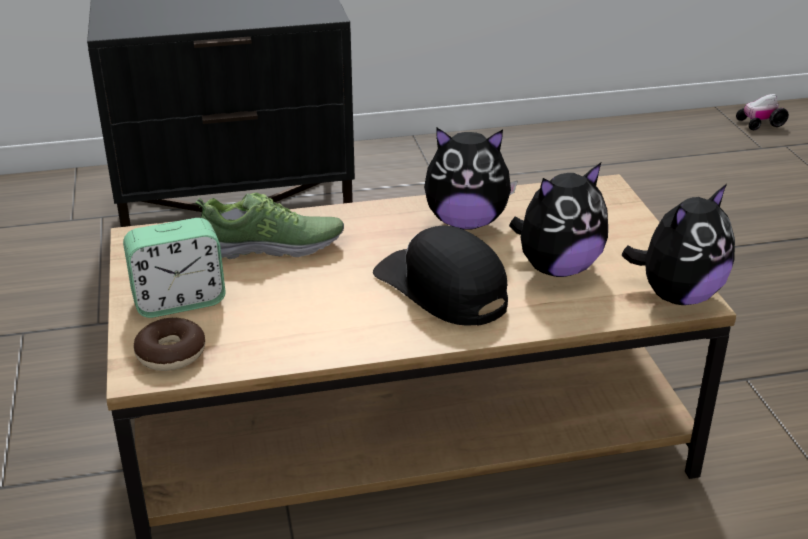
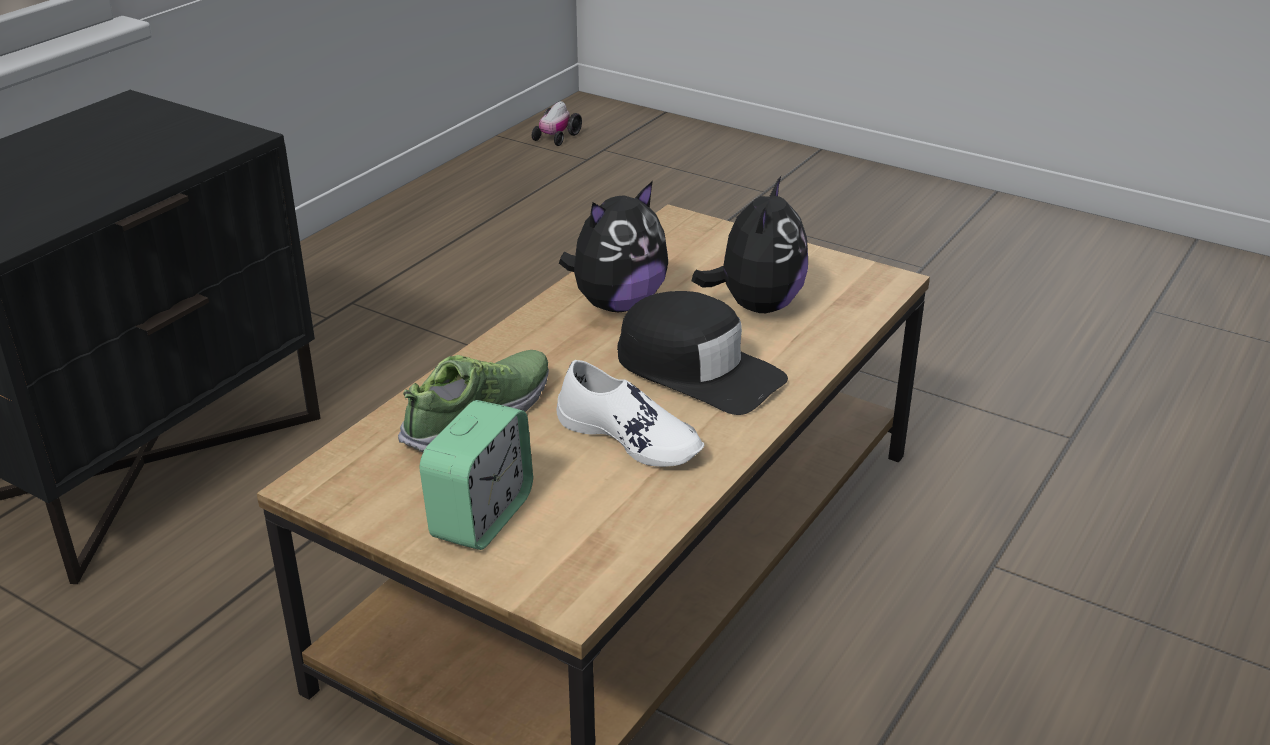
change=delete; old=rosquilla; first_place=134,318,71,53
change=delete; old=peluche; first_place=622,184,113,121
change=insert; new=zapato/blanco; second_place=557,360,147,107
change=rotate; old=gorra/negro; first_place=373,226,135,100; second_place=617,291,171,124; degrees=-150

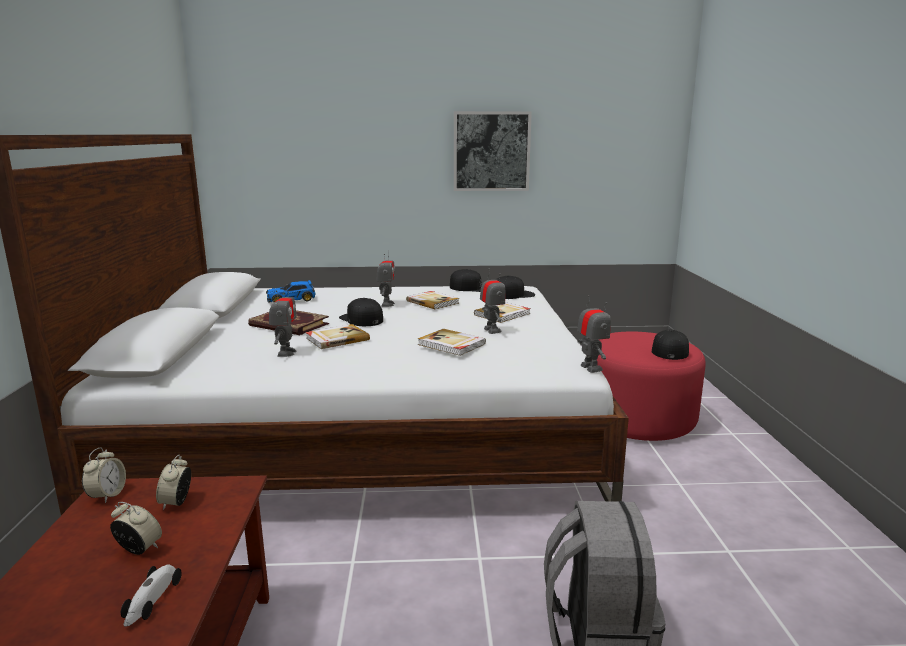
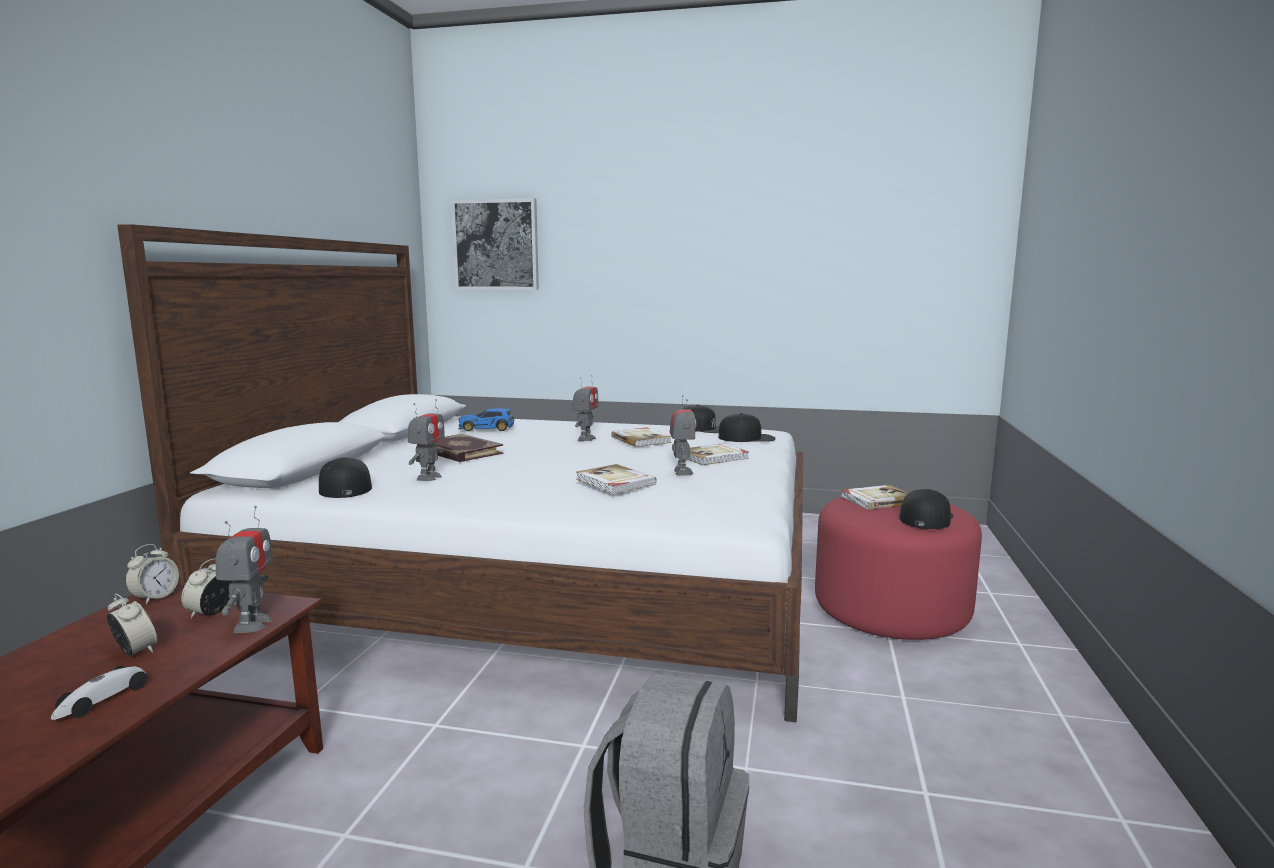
change=move; old=libro; first_place=306,324,64,25; second_place=841,485,67,25
change=move; old=gorra/negro; first_place=339,298,44,28; second_place=319,457,53,41
change=move; old=cuadro; first_place=454,111,78,80; second_place=451,198,88,92
change=move; old=robot de juguete; first_place=577,295,34,78; second_place=215,506,58,127

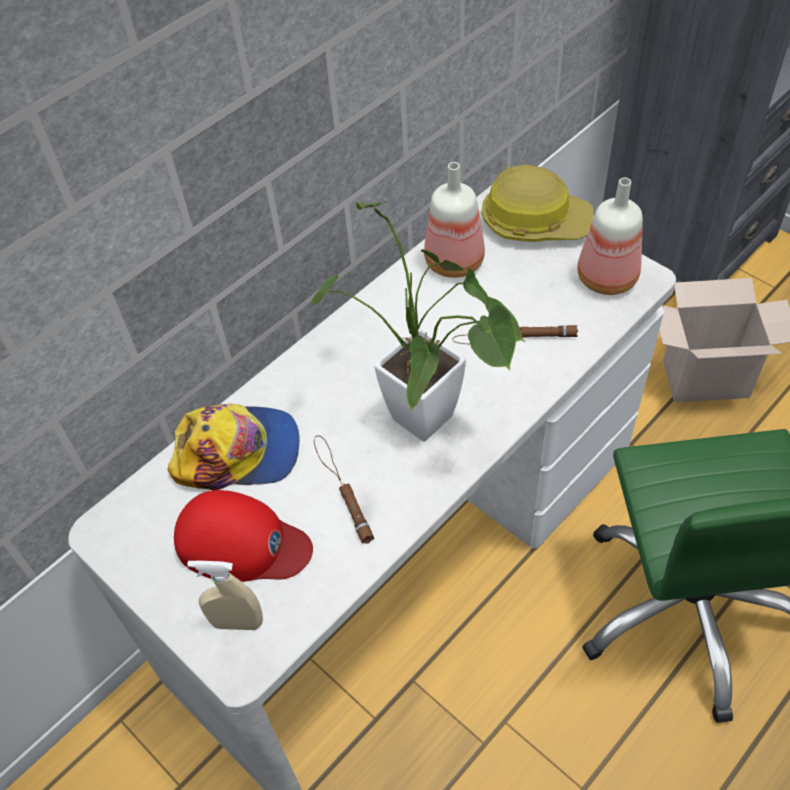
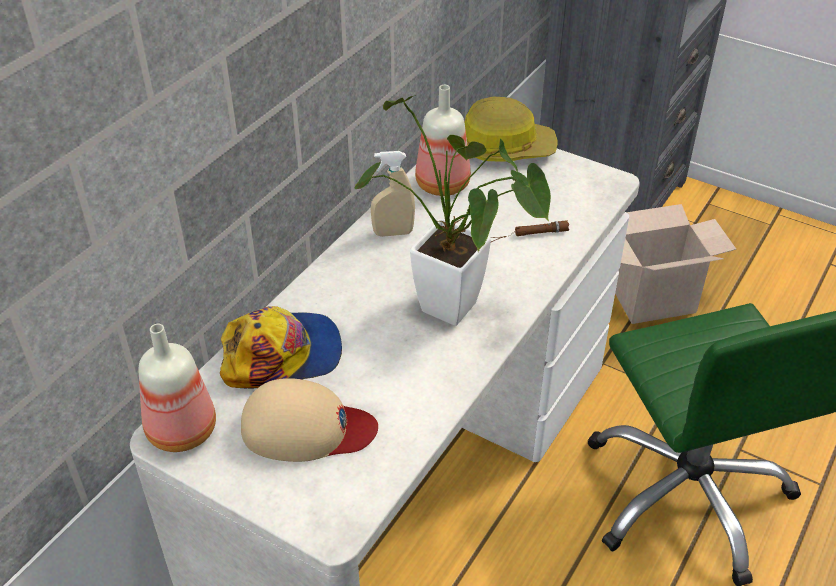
change=delete; old=linterna/marrón; first_place=314,436,60,108
change=move; old=pulverizador/beis; first_place=187,561,76,69; second_place=371,151,44,86
change=move; old=botella; first_place=577,177,66,118; second_place=139,324,77,128
change=recolor; old=gorra/rojo; new=gorra/beis; first_place=174,490,139,92; second_place=241,378,137,84

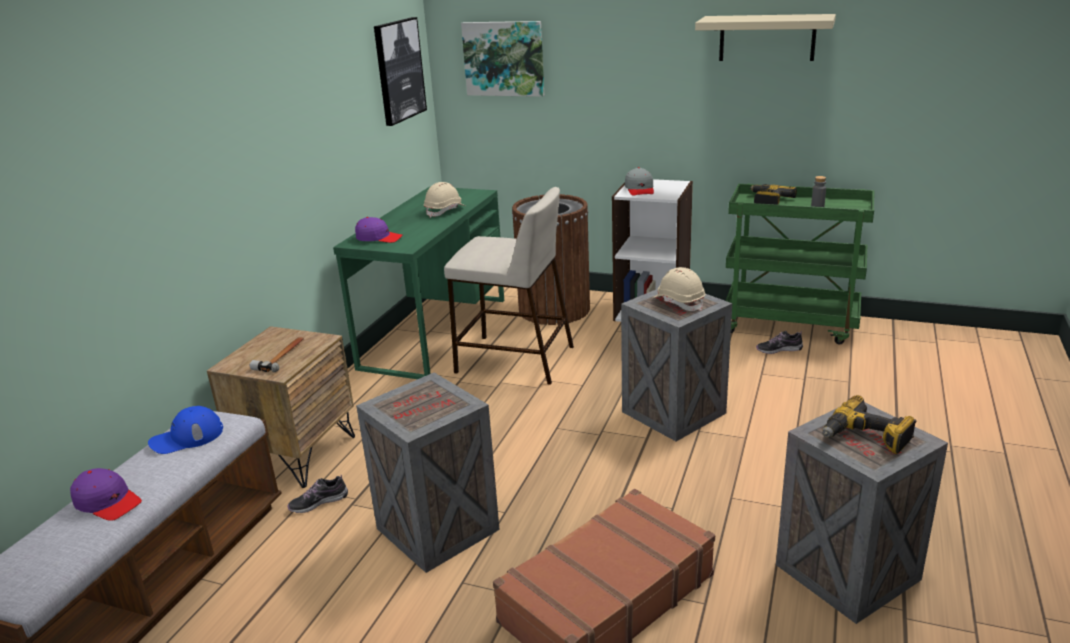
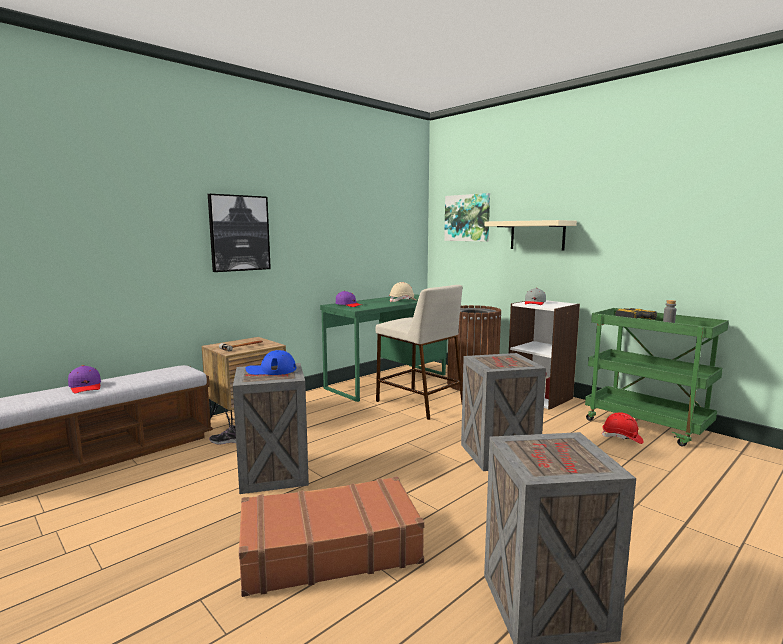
change=delete; old=casco/beis; first_place=653,267,53,44
change=delete; old=taladro; first_place=822,395,94,59
change=move; old=gorra/azul; first_place=148,406,75,48; second_place=245,350,51,25
change=move; old=cuadro; first_place=374,17,53,109; second_place=208,194,63,78
change=move; old=estante/beis; first_place=695,14,141,47; second_place=484,220,93,31
change=replace; old=zapato; new=casco/rojo; first_place=756,331,47,23; second_place=601,412,43,32

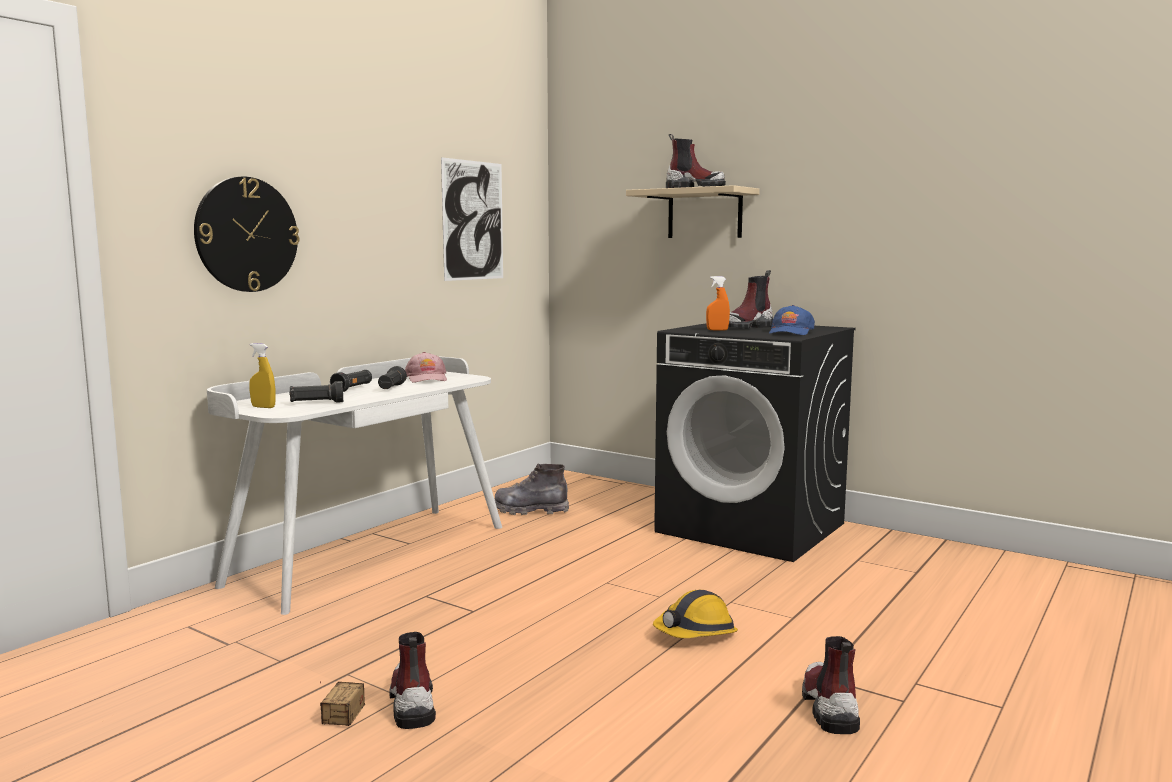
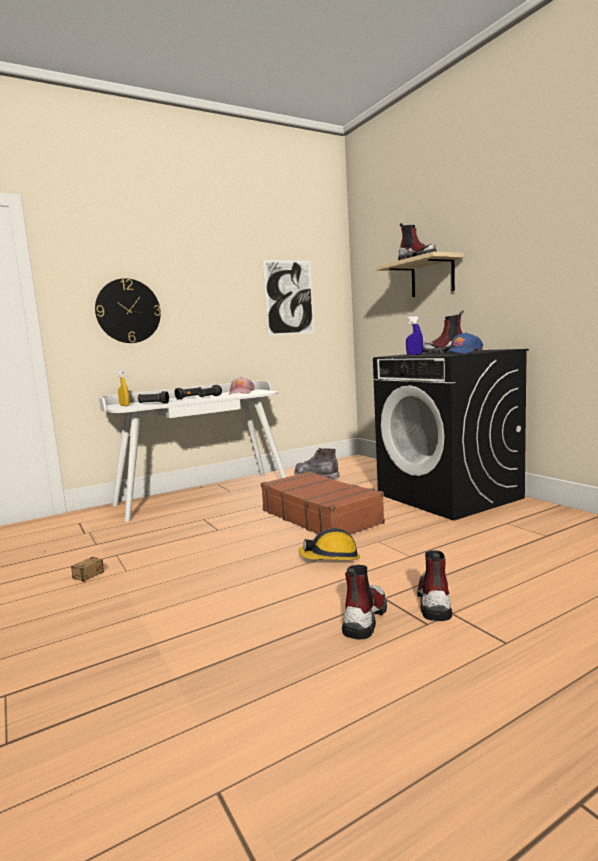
change=insert; new=maleta/marrón; second_place=261,471,124,63
change=move; old=bota; first_place=389,632,47,97; second_place=417,550,35,71
change=recolor; old=pulverizador/naranja; new=pulverizador/azul; first_place=706,276,24,55; second_place=406,316,17,39

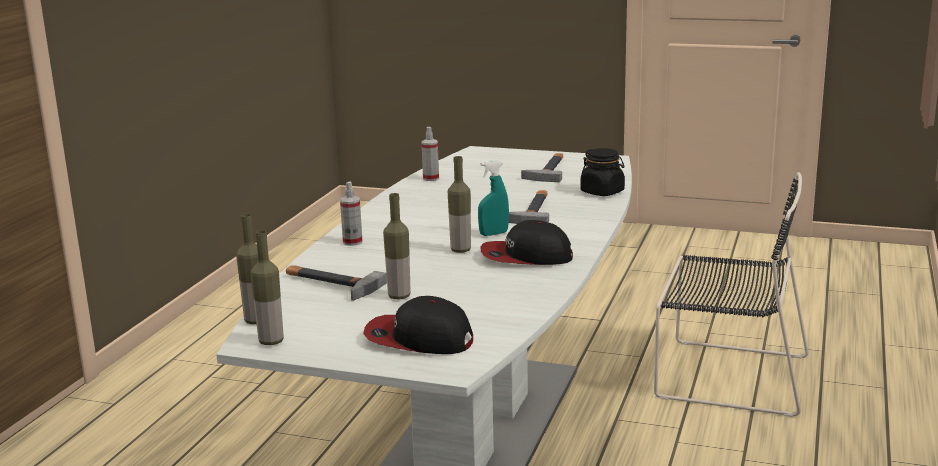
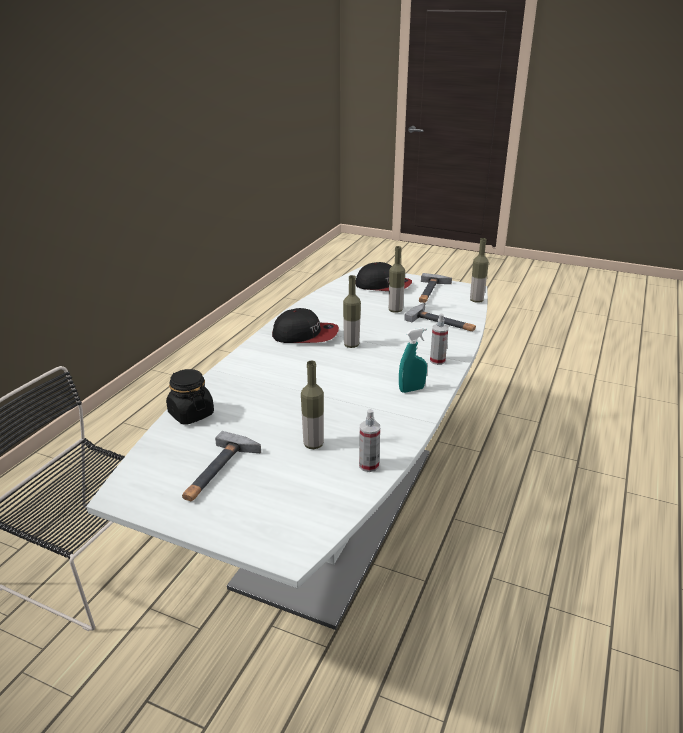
change=move; old=botella; first_place=250,230,34,115; second_place=301,361,23,88
change=move; old=pulverizador/turquesa; first_place=478,160,31,76; second_place=399,327,28,66
change=move; old=martillo; first_place=509,190,40,34; second_place=419,273,33,30

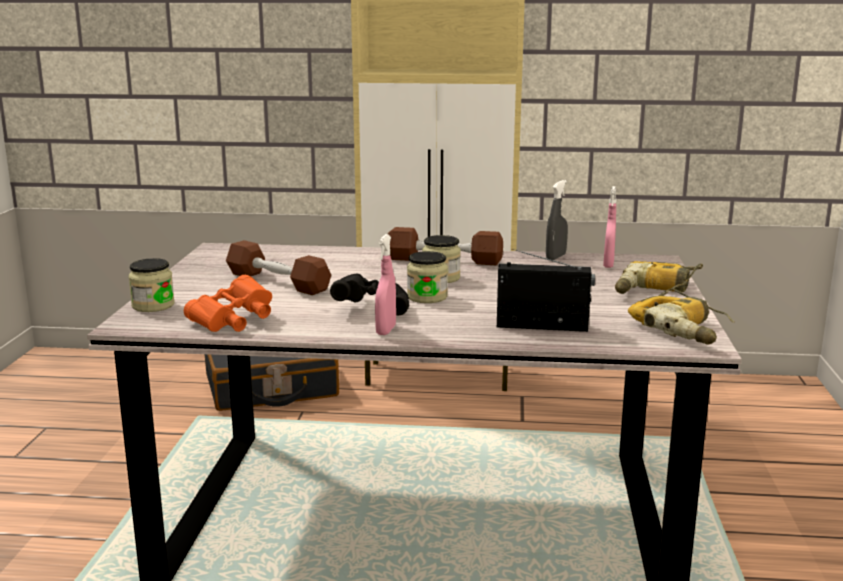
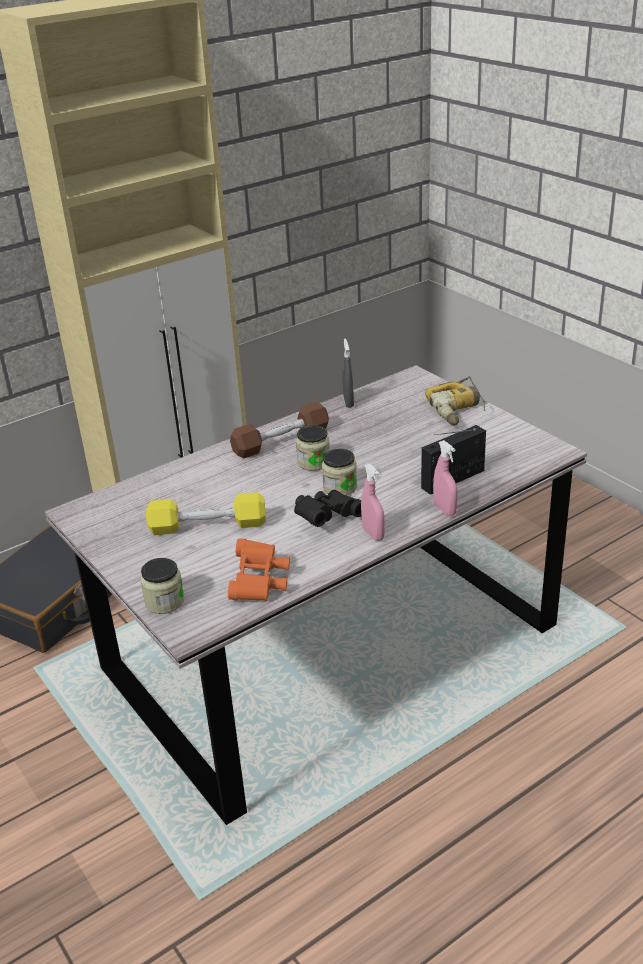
change=delete; old=taladro; first_place=628,288,107,56
change=move; old=pulverizador/rosa; first_place=603,186,14,82; second_place=433,440,25,76
change=recolor; old=mancuerna/marrón; new=mancuerna/amarillo; first_place=226,240,105,55; second_place=146,492,120,43

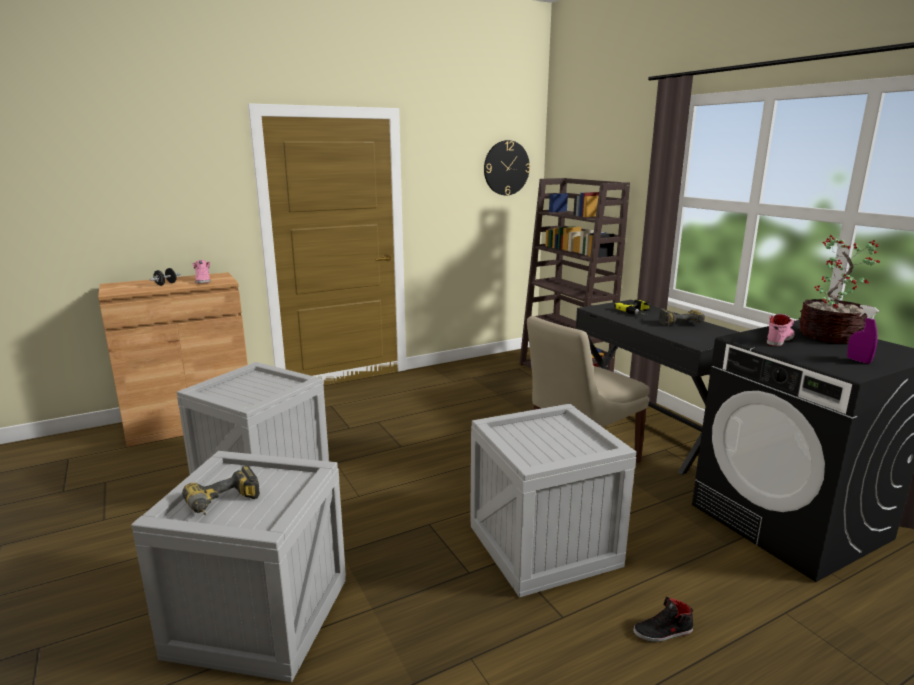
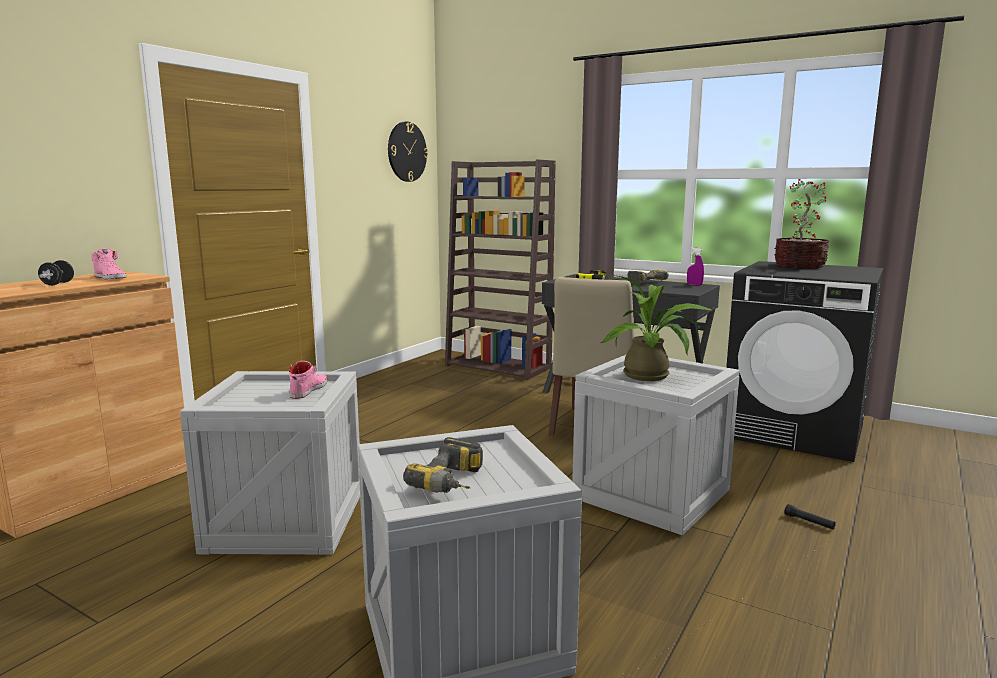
change=insert; new=planta en maceta; second_place=601,275,113,106
change=move; old=zapato/rosa; first_place=767,314,28,32; second_place=289,361,38,38
change=move; old=pulverizador/morado; first_place=847,305,32,59; second_place=687,247,17,39
change=replace; old=zapato/negro; new=linterna/negro; first_place=633,597,60,45; second_place=784,504,52,26

